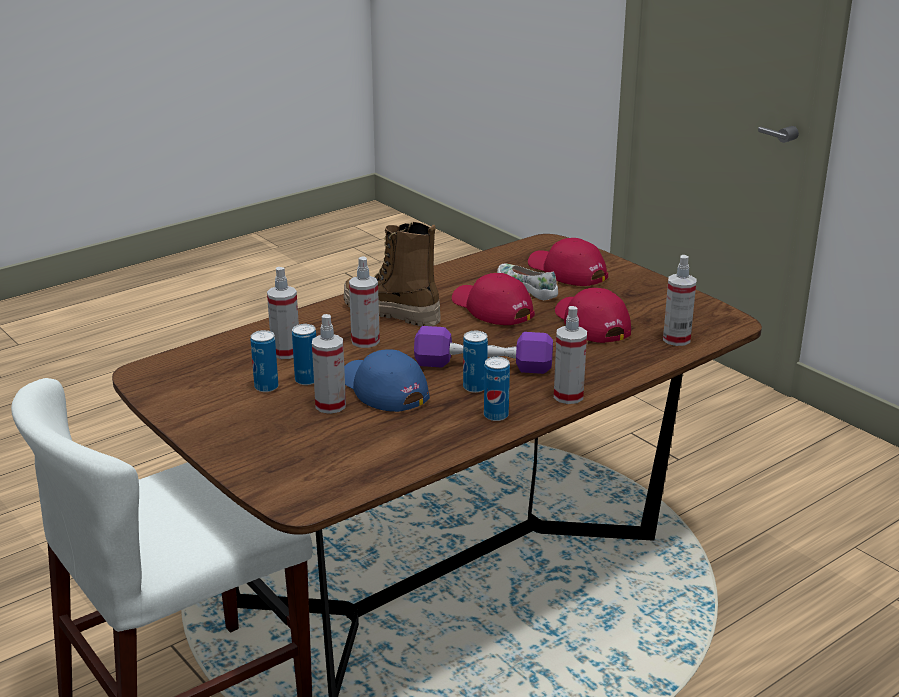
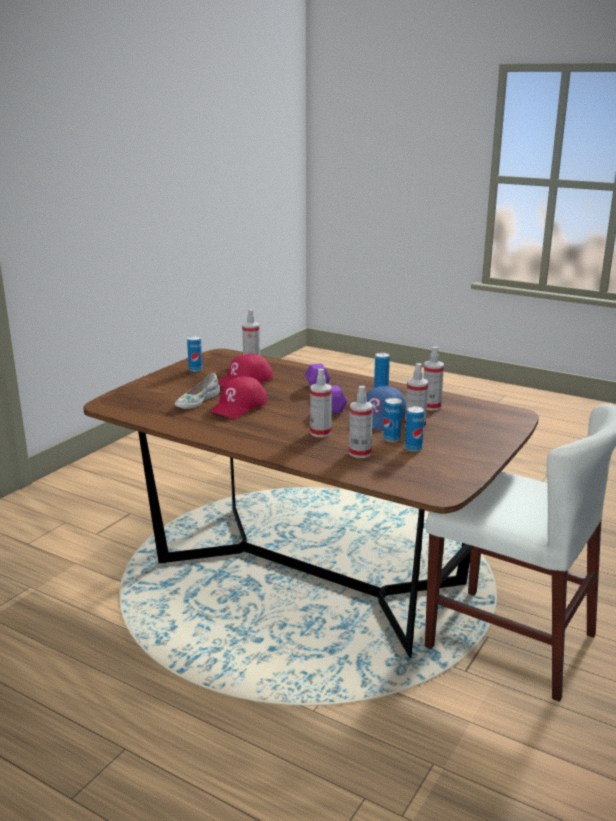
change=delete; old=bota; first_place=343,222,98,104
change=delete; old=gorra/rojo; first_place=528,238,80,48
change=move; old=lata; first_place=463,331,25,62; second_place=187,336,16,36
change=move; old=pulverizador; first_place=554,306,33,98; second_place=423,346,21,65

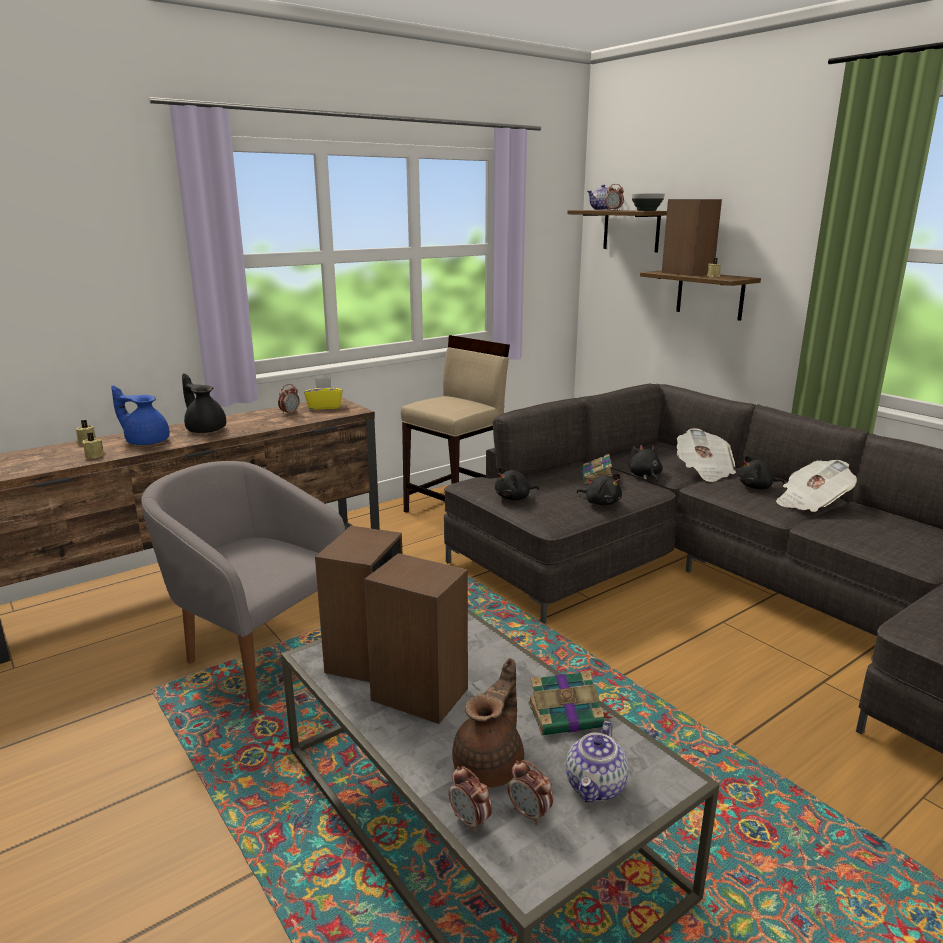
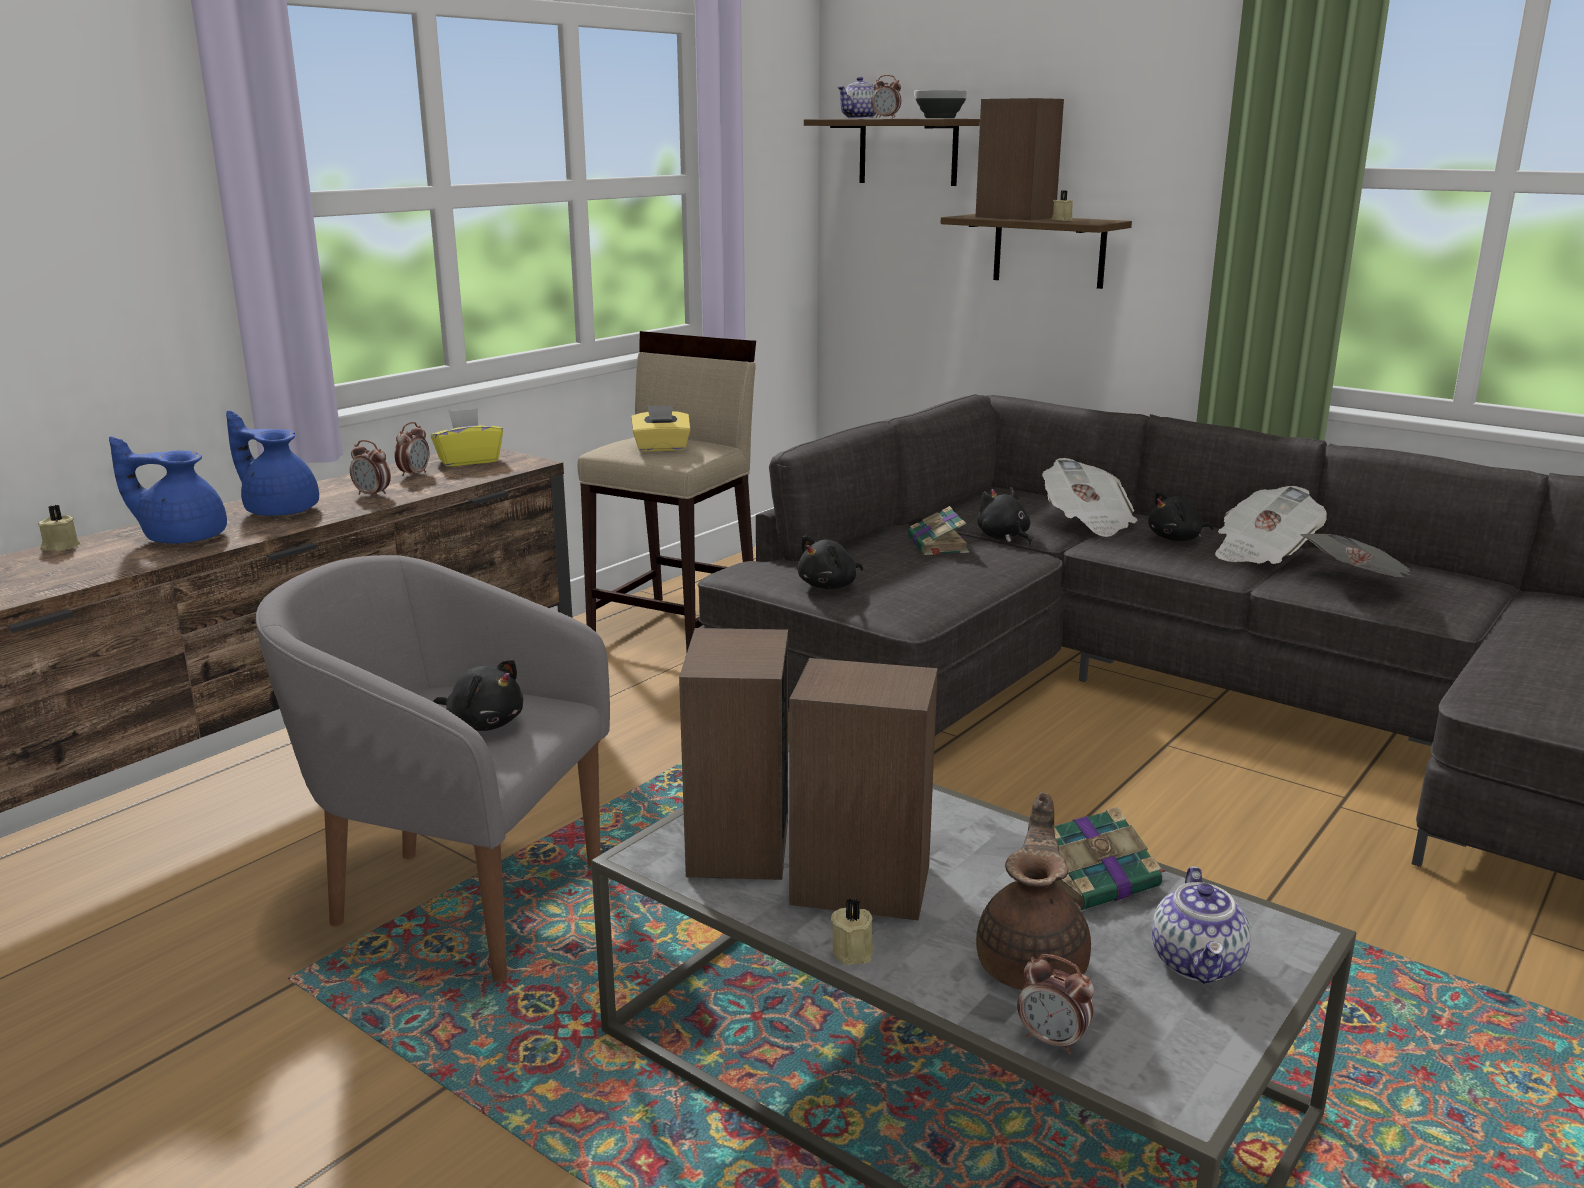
change=insert; new=caja de pañuelos/amarillo; second_place=631,405,60,47
change=insert; new=periódico; second_place=1300,534,111,43
change=move; old=vela/beis; first_place=82,432,24,26; second_place=831,898,42,67
change=move; old=despertador; first_place=508,760,45,65; second_place=350,440,41,58
change=move; old=peluche/negro; first_place=576,473,46,32; second_place=433,659,90,72
change=recolor; old=tetera/negro; new=tetera/azul; first_place=182,374,44,59; second_place=226,411,93,105

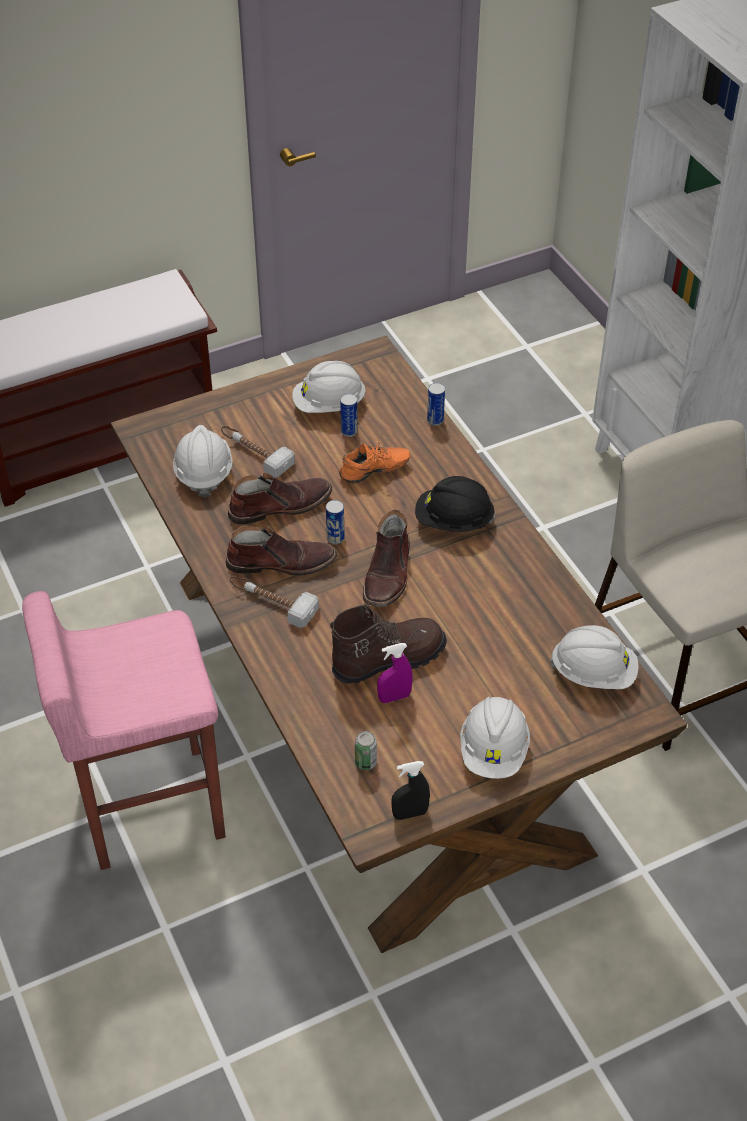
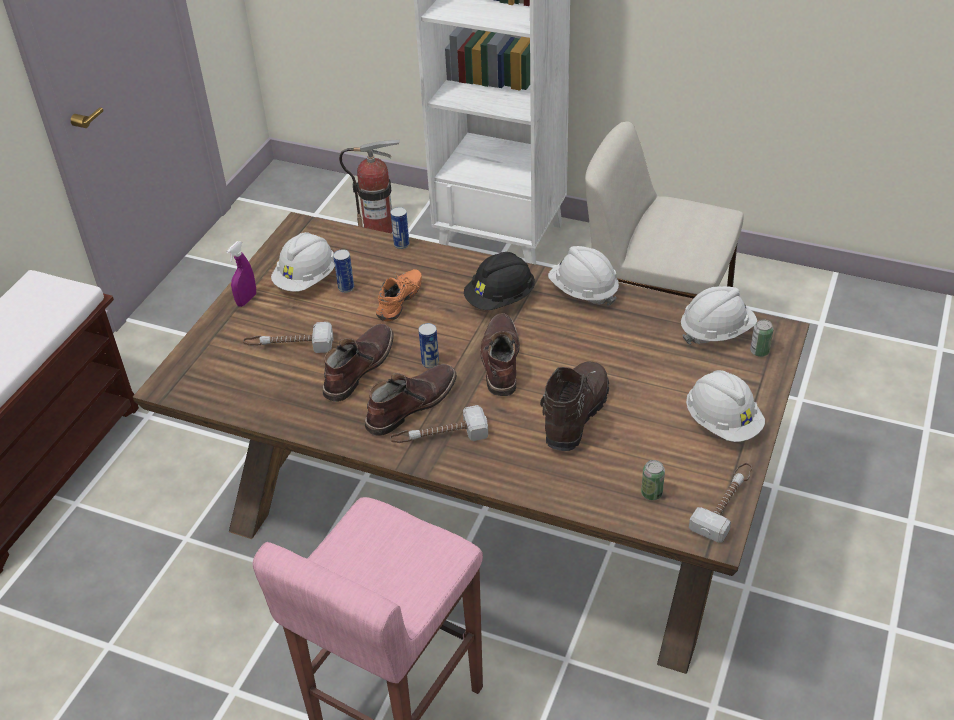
change=insert; new=extintor; second_place=339,140,61,93
change=insert; new=lata; second_place=750,319,23,38
change=move; old=casco/blanco; first_place=173,425,60,72; second_place=548,246,71,60
change=move; old=pulverizador/morado; first_place=377,643,36,60; second_place=226,241,30,66
change=replace; old=pulverizador/negro; new=martillo; first_place=391,761,39,59; second_place=689,463,63,79
change=rotate; old=bota/marrón; first_place=363,510,47,97; second_place=480,313,40,83; degrees=-150

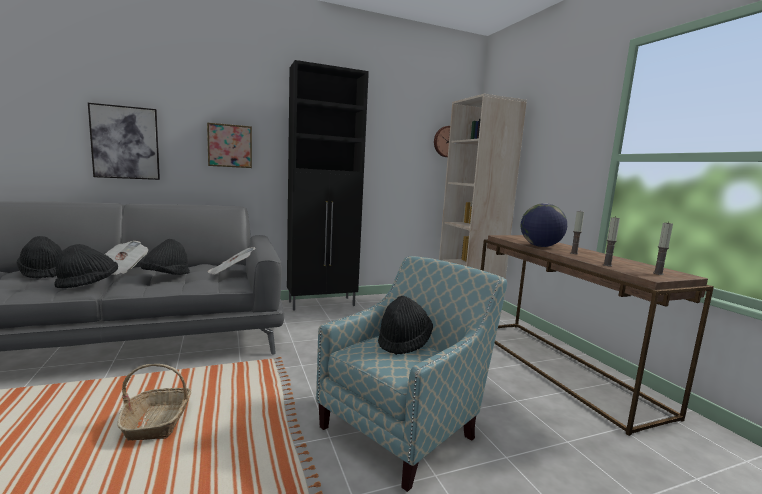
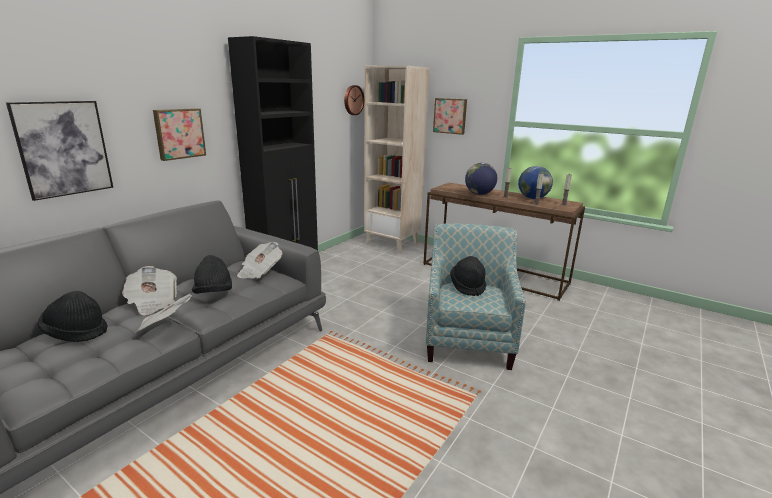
change=delete; old=cesta; first_place=117,364,74,77
change=insert; new=cuadro; second_place=433,98,34,37
change=insert; new=globo terráqueo; second_place=518,166,35,33
change=replace; old=sombrero/negro; new=periódico; first_place=54,244,64,44; second_place=136,293,55,39

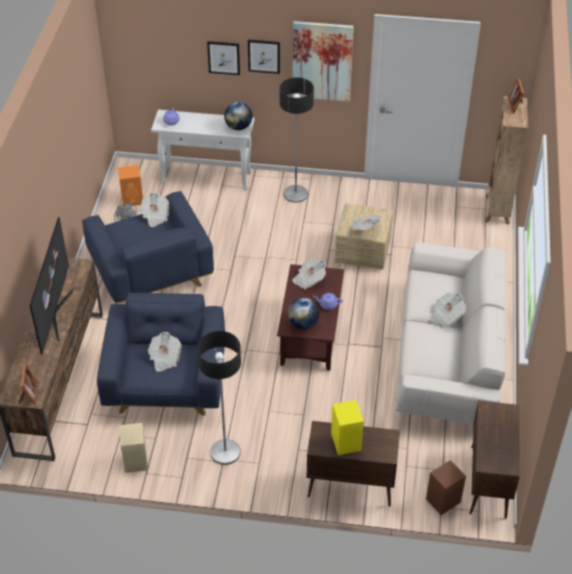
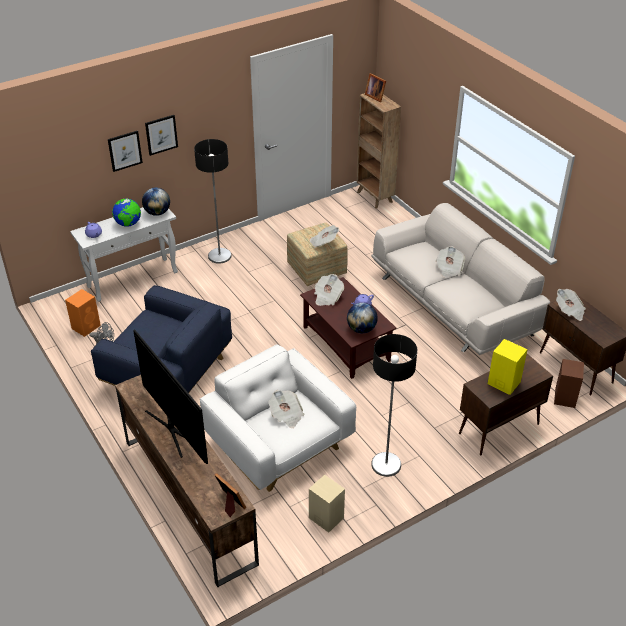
change=delete; old=cuadro; first_place=293,21,61,81
change=insert; new=globo terráqueo; second_place=112,199,29,28
change=move; old=periódico; first_place=140,192,29,35; second_place=556,289,30,32
change=recolor; old=sillón/azul; new=sillón/blanco; first_place=97,293,128,122; second_place=200,344,156,148

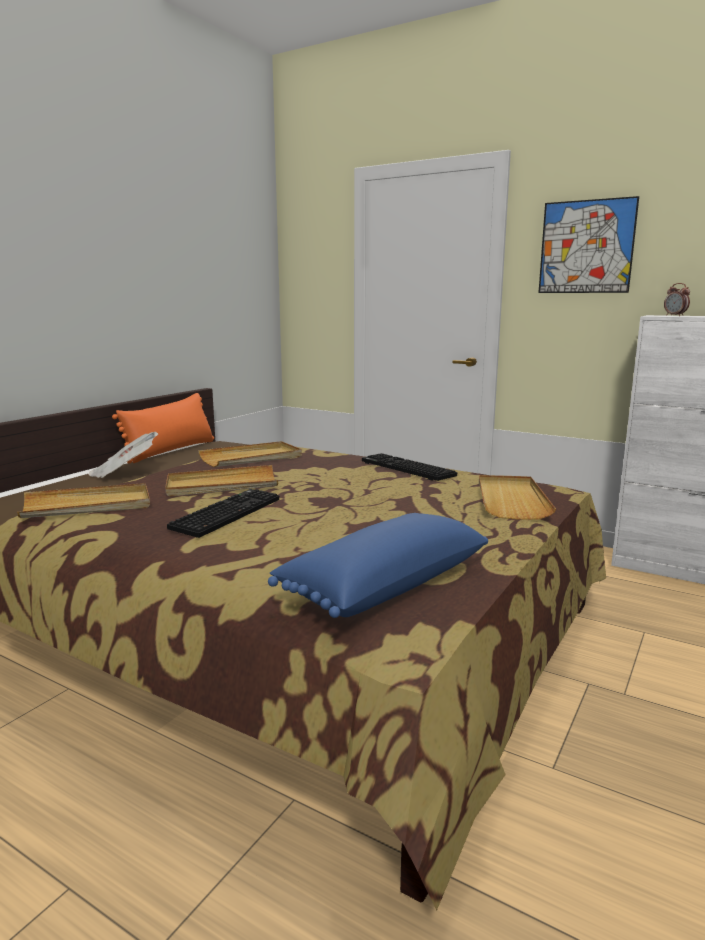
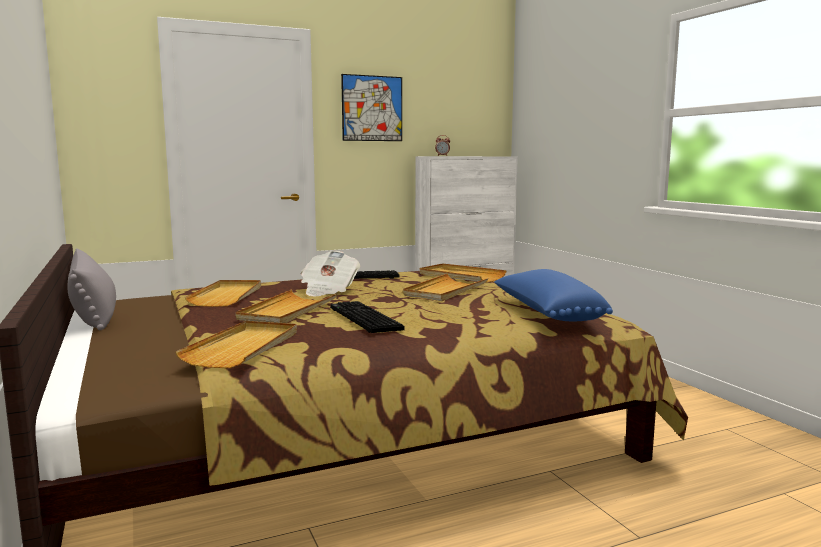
change=insert; new=bandeja/beis; second_place=403,273,85,28
change=move; old=periódico; first_place=88,432,70,46; second_place=301,251,59,45
change=recolor; old=cojín/naranja; new=cojín/gris; first_place=112,393,102,71; second_place=67,248,49,82

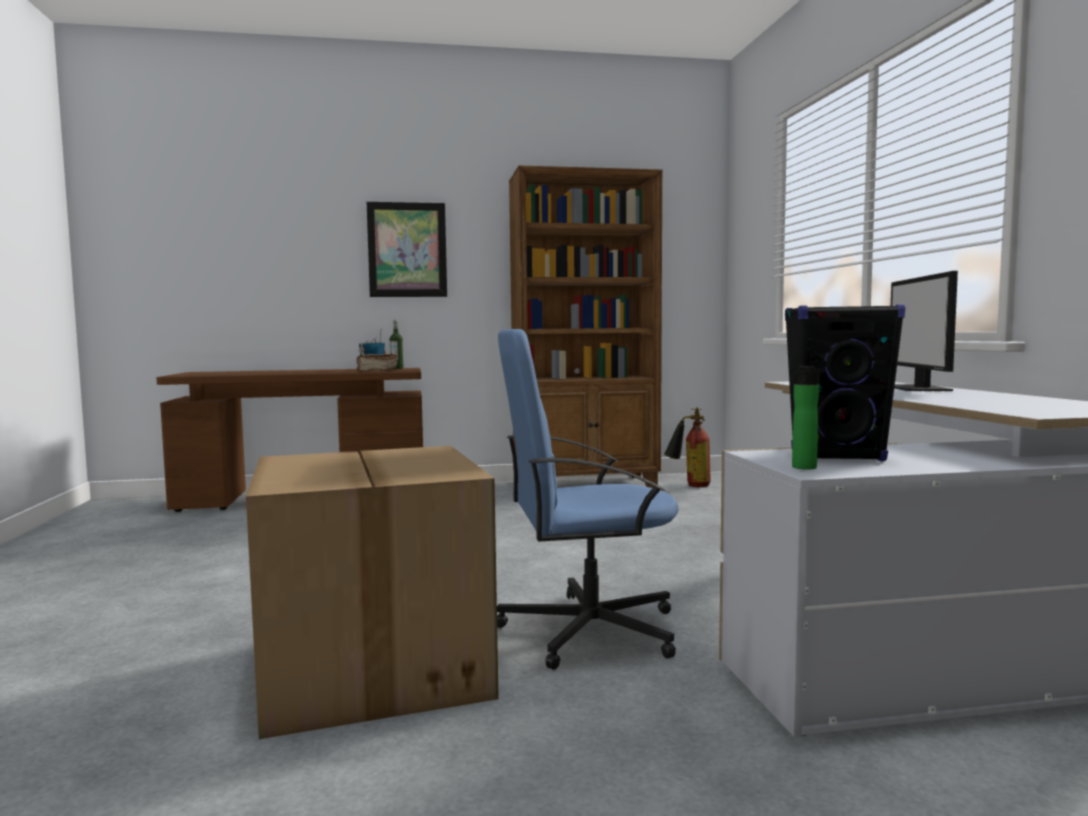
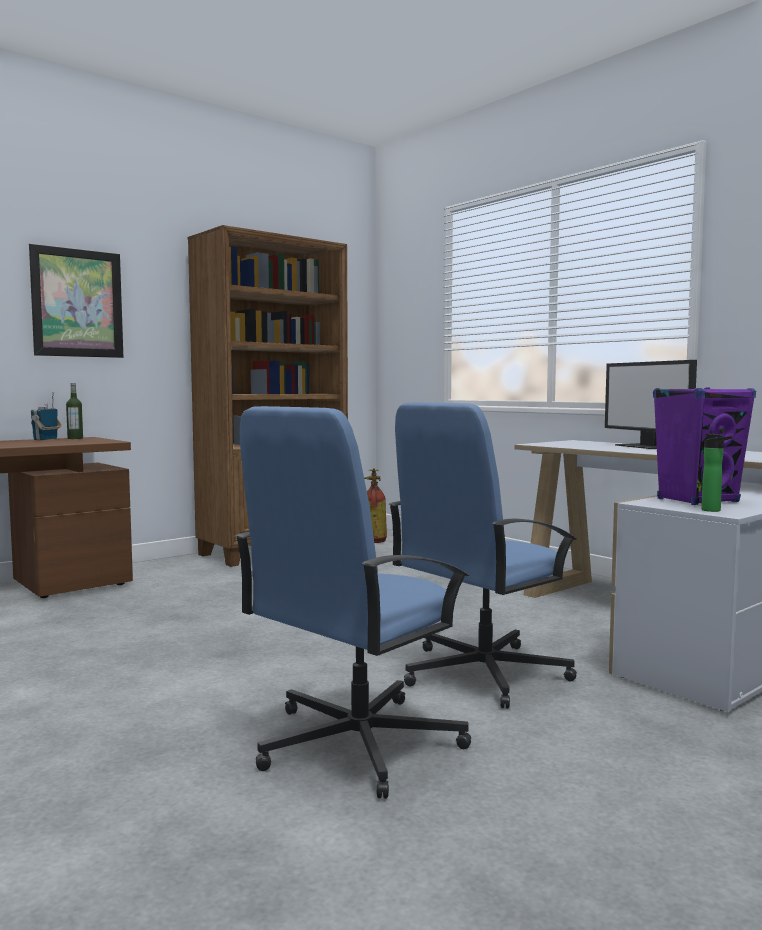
change=delete; old=libro/marrón; first_place=356,354,42,18
change=replace; old=caja de cartón; new=silla de oficina/azul; first_place=246,446,253,293; second_place=235,406,236,393
change=recolor; old=altavoz/negro; new=altavoz/morado; first_place=785,304,121,157; second_place=653,387,103,118

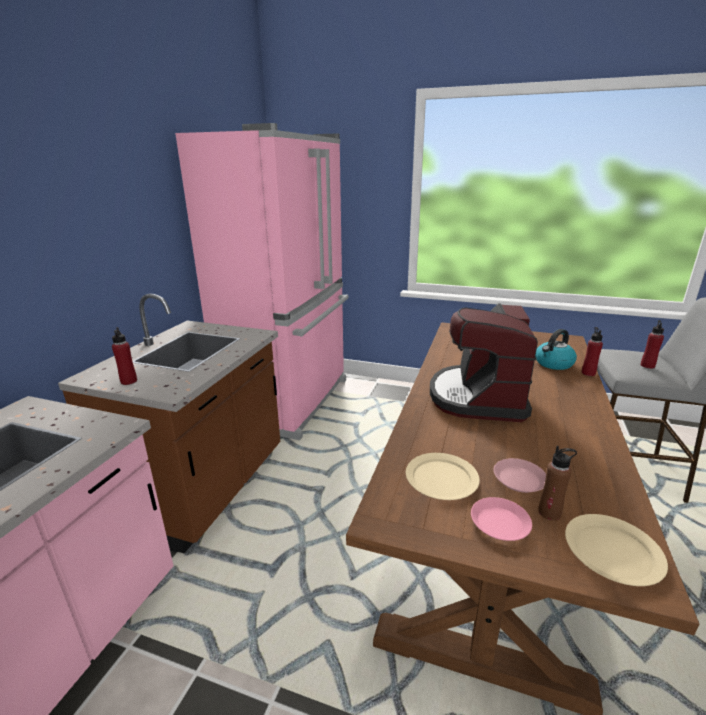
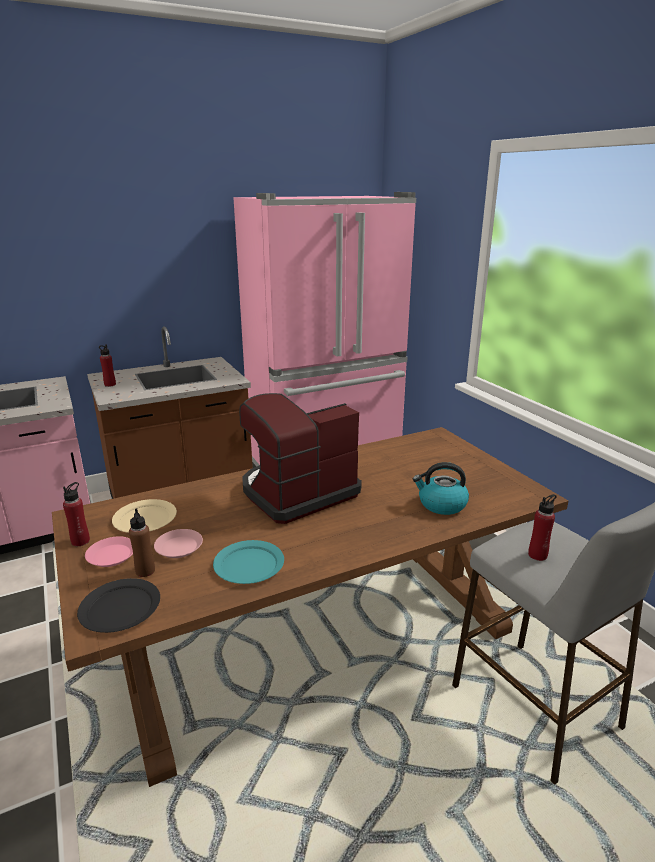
change=insert; new=plato/turquesa; second_place=213,540,71,44
change=move; old=botella/rojo; first_place=582,327,21,49; second_place=63,482,27,64
change=recolor; old=plato/beis; new=plato/negro; first_place=565,514,103,72; second_place=77,578,83,55

